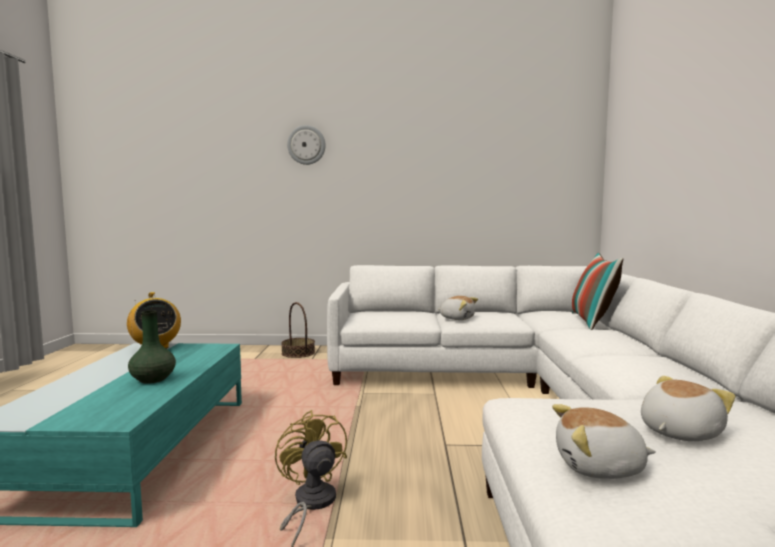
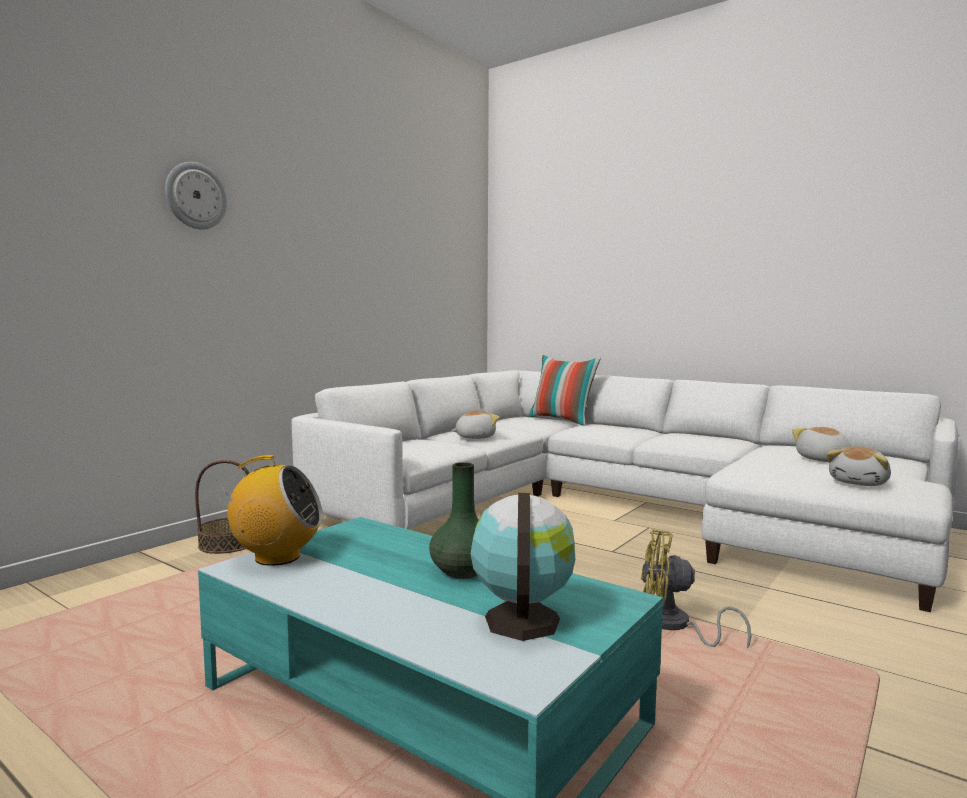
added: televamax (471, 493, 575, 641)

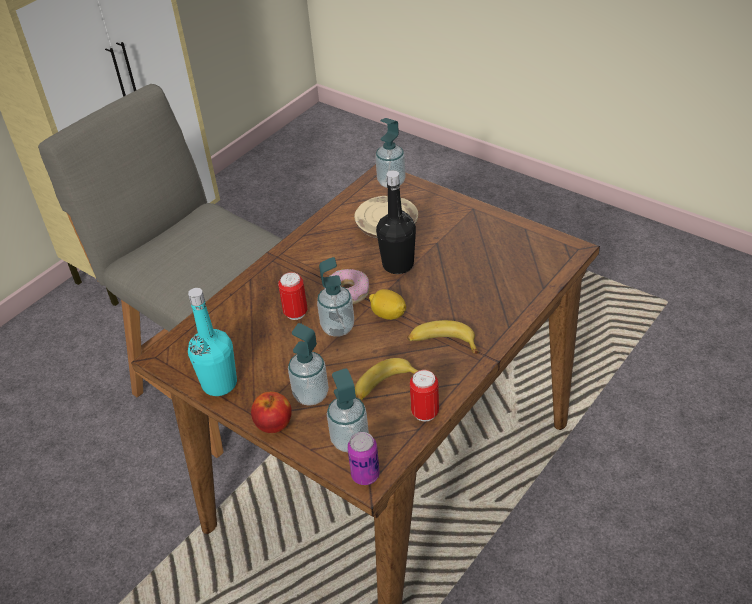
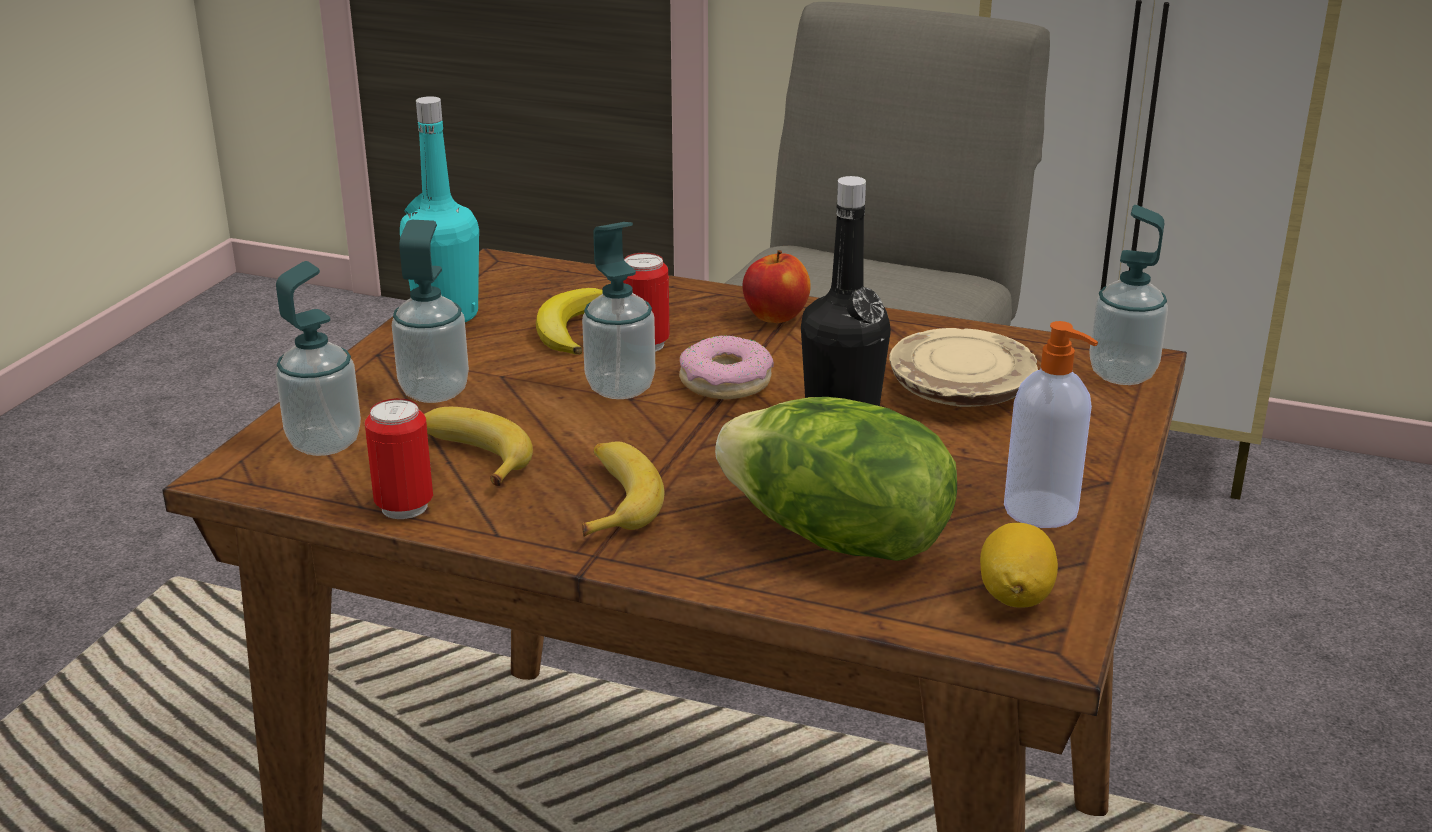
removed: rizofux (347, 432, 380, 485)
added: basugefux (536, 288, 603, 355); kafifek (1004, 321, 1098, 528); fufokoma (715, 397, 957, 561)
moved: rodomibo (369, 289, 406, 320) to (980, 523, 1058, 608); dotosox (251, 392, 292, 433) to (742, 250, 811, 323)

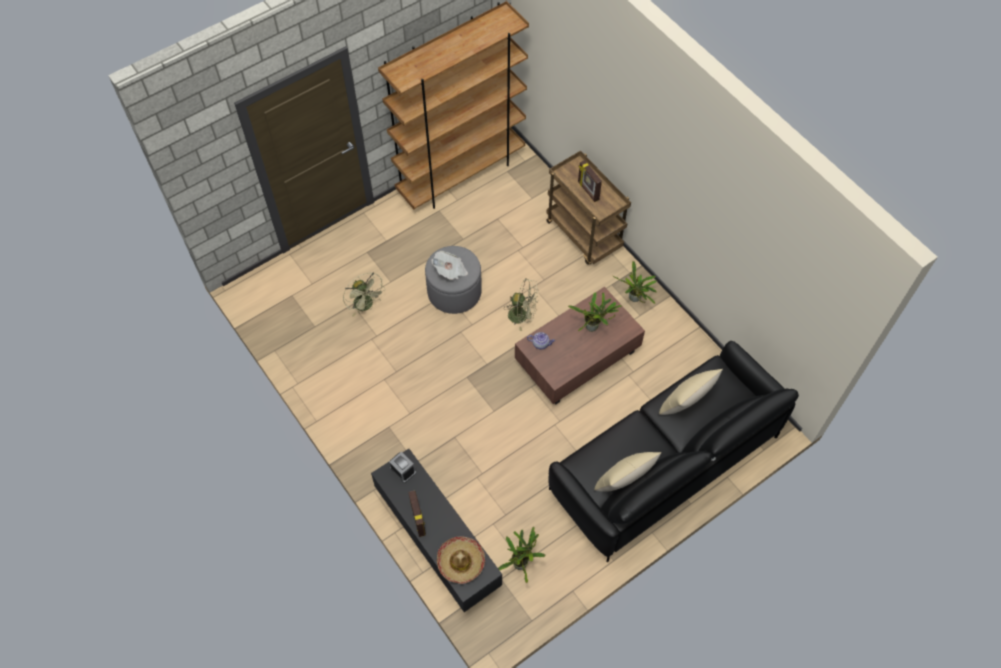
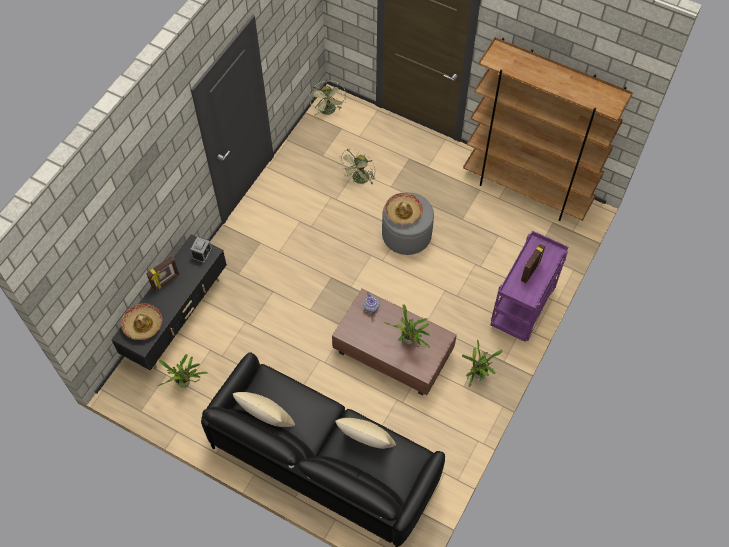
moved: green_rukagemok (505, 279, 538, 331) to (309, 81, 346, 116)
replaced: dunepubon (431, 251, 468, 280) to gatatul (385, 193, 423, 225)
recoloured: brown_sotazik (546, 151, 631, 265) to purple_sotazik (490, 231, 568, 342)

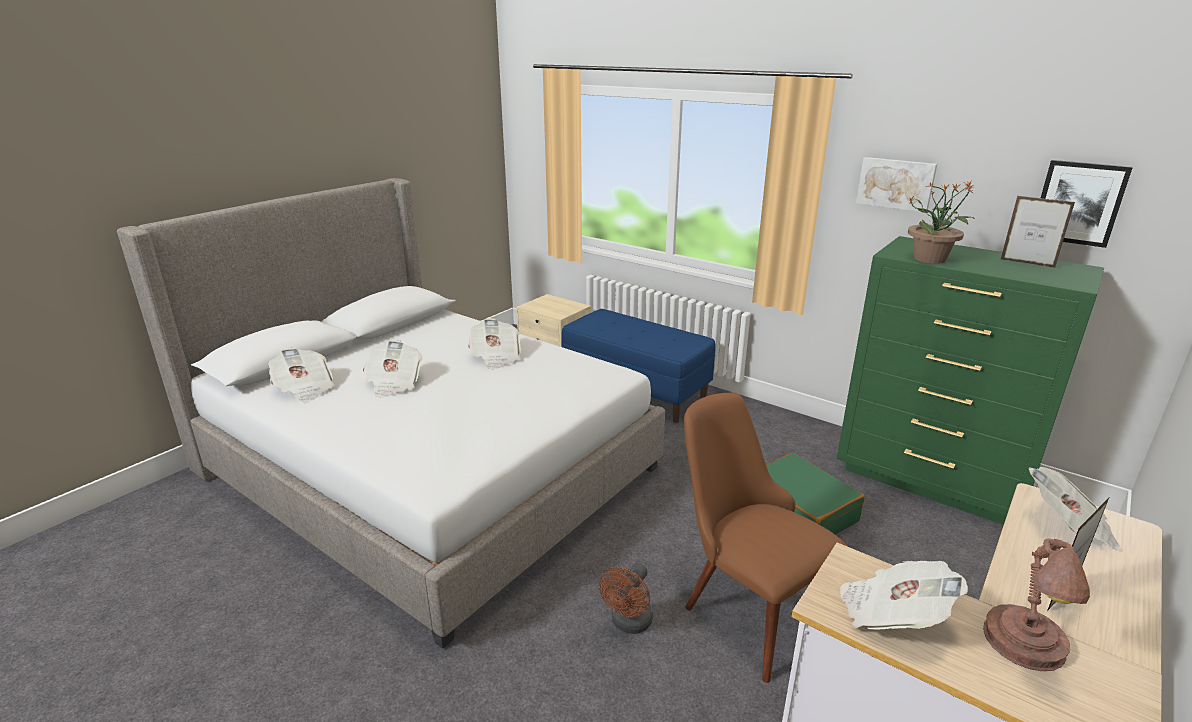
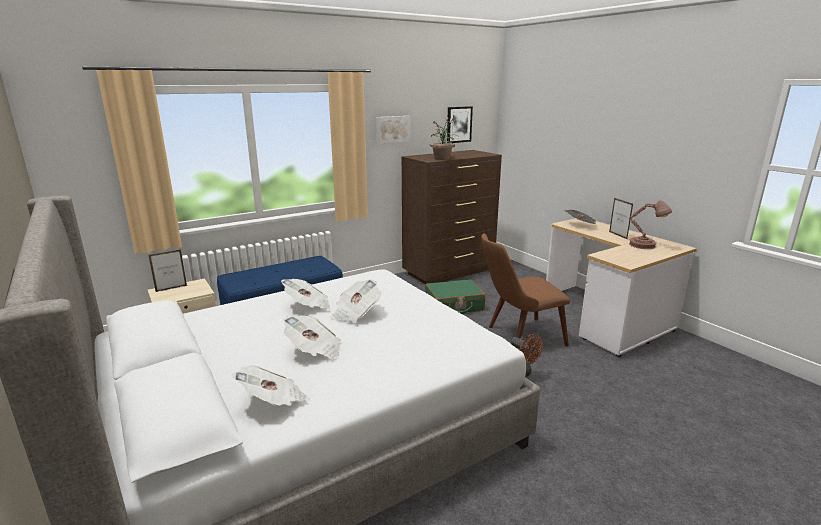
moved: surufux (1001, 196, 1075, 268) to (148, 249, 187, 292); dunepubon (839, 561, 968, 630) to (331, 280, 381, 322)
recoloured: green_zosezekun (836, 236, 1104, 525) to brown_zosezekun (402, 150, 502, 284)

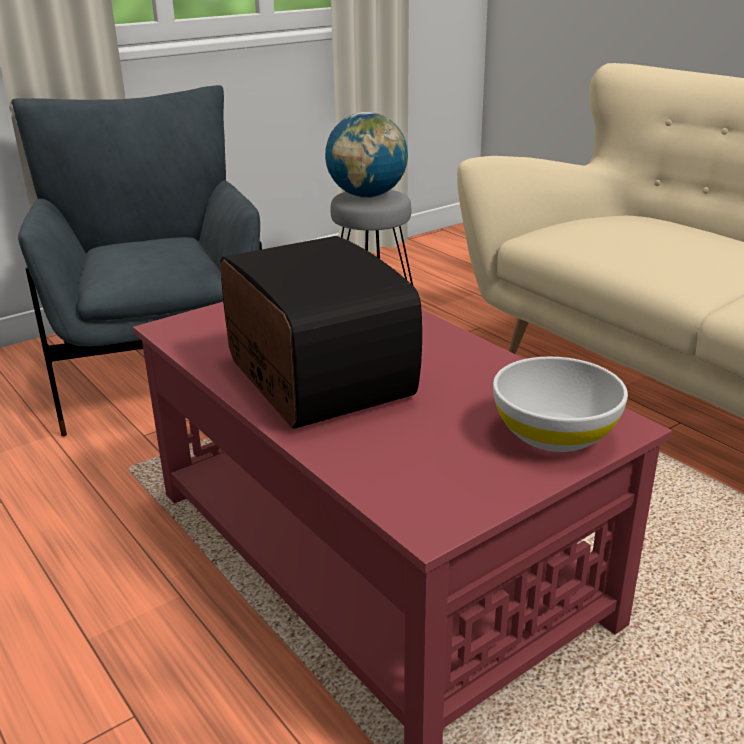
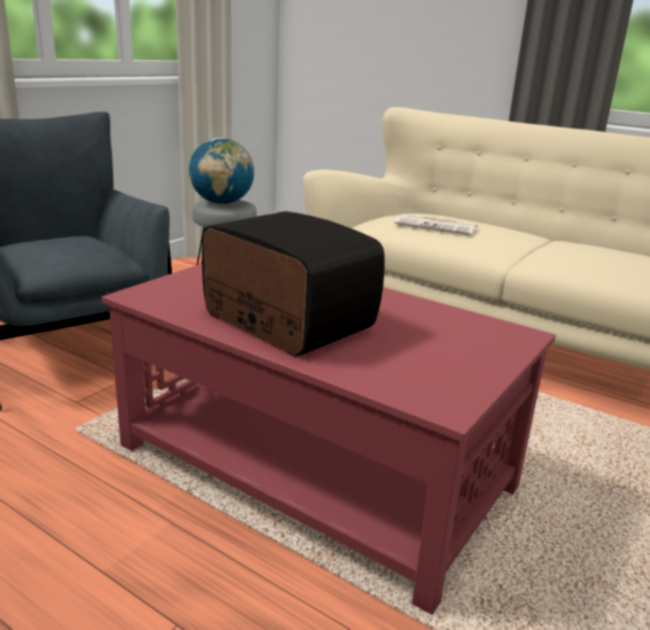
removed: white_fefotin (493, 357, 628, 452)
added: dunepubon (395, 214, 478, 235)

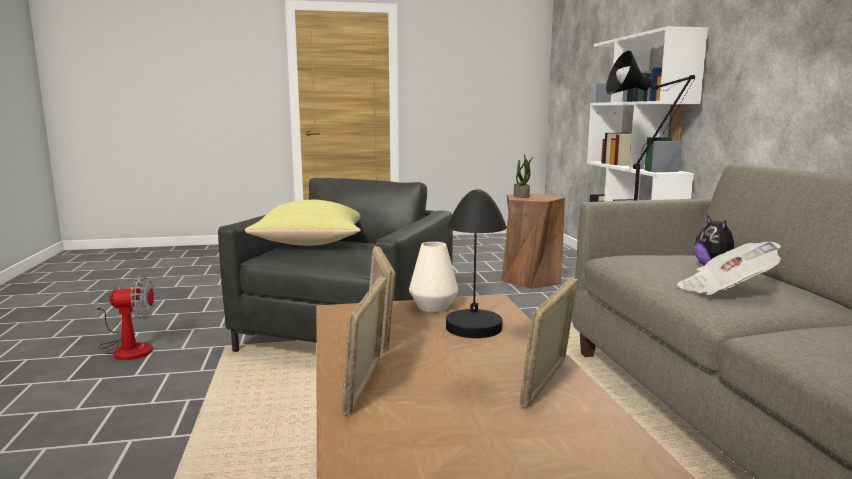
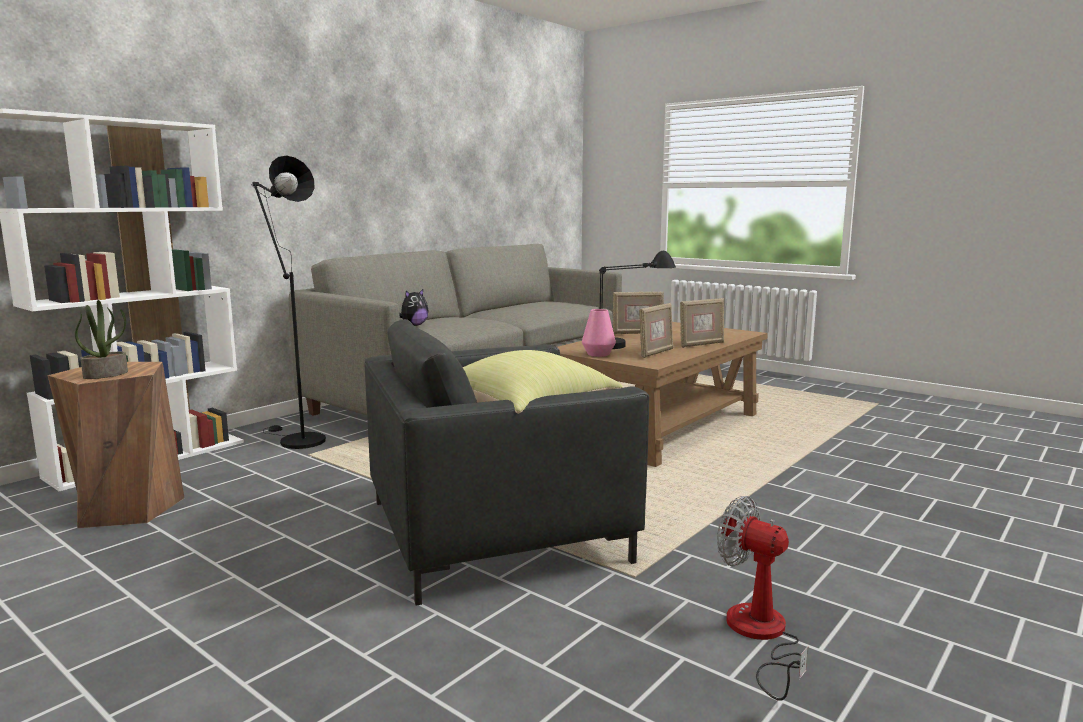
removed: dunepubon (677, 242, 782, 295)
recoloured: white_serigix (409, 242, 458, 312) to pink_serigix (582, 309, 616, 357)

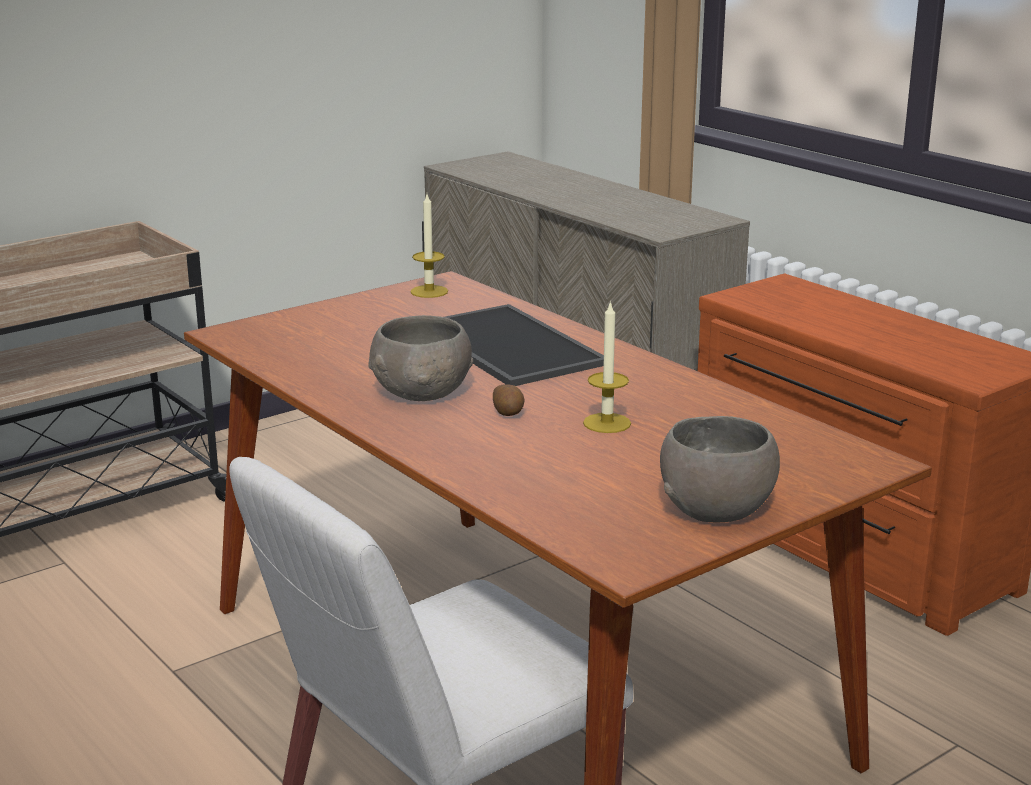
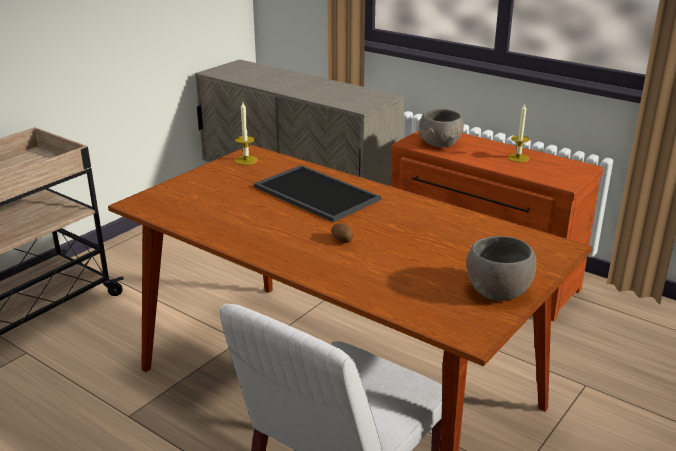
moved: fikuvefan (583, 301, 631, 433) to (507, 104, 530, 162); grey_fefotin (368, 315, 473, 401) to (419, 109, 464, 148)

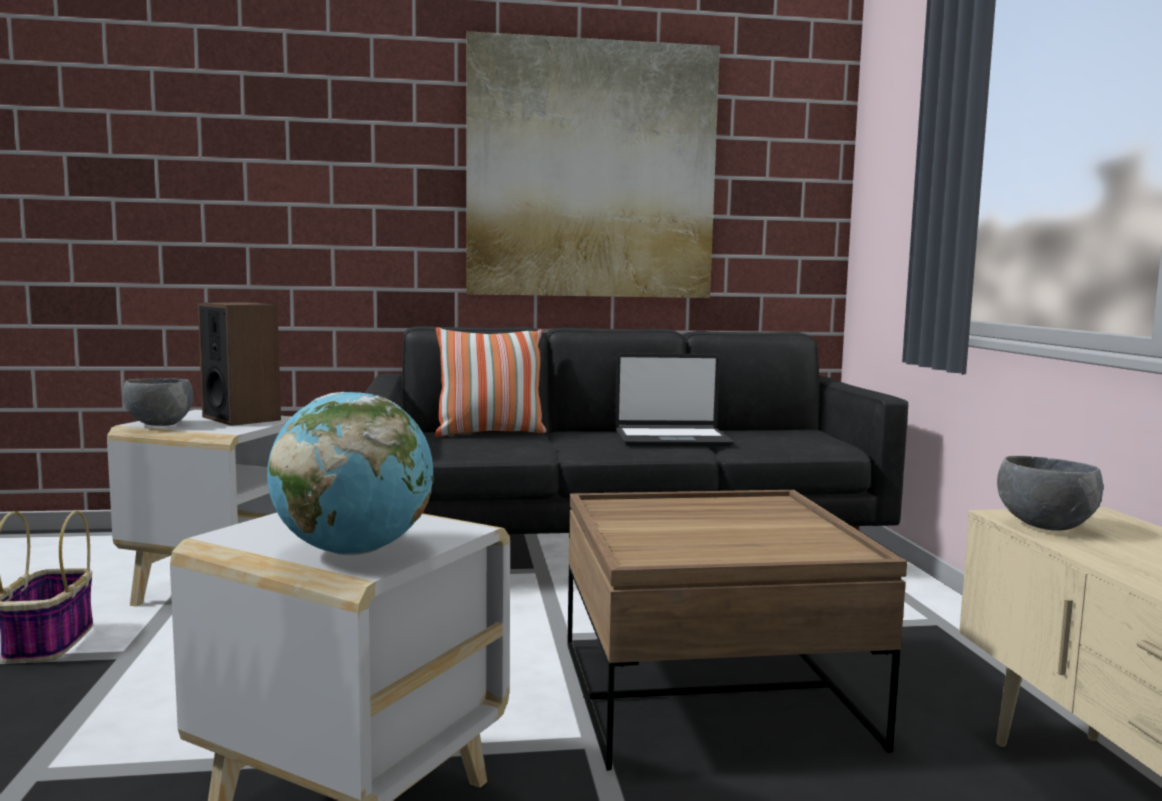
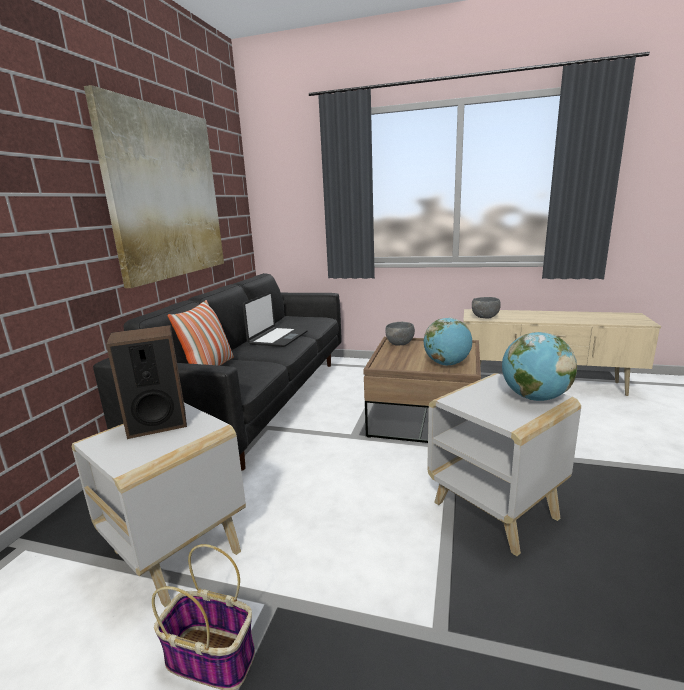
added: televamax (424, 317, 472, 366)
moved: grey_fefotin (122, 378, 193, 426) to (385, 322, 415, 346)

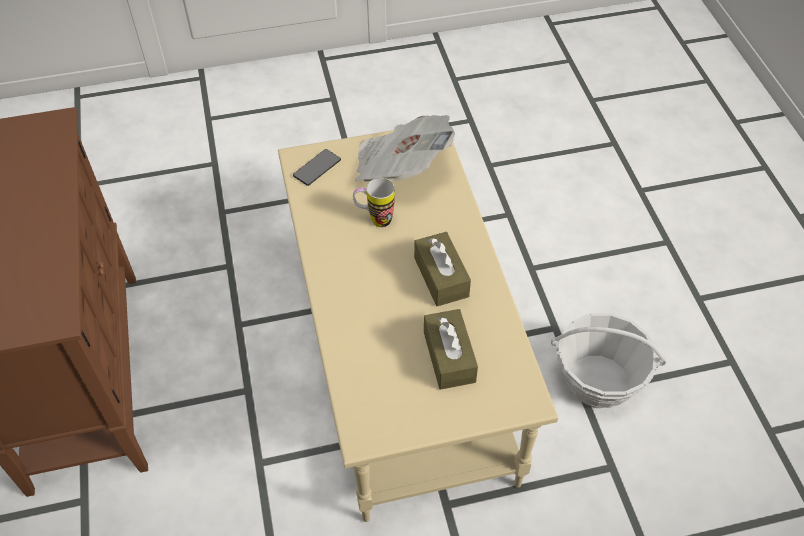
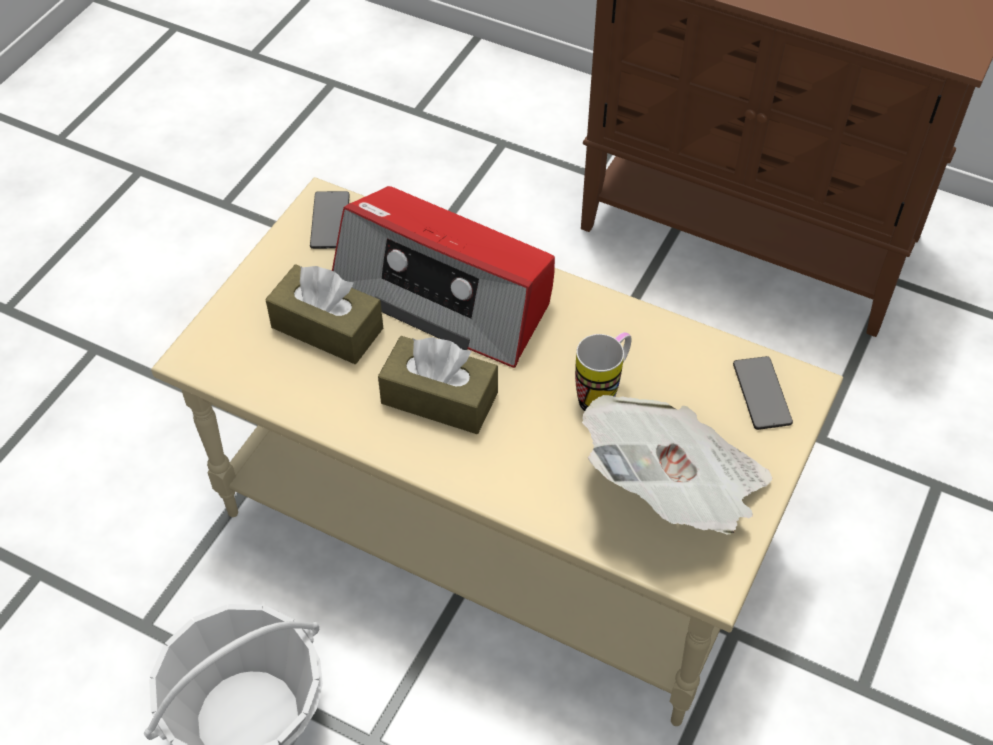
added: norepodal (332, 186, 555, 368); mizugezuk (310, 191, 350, 249)

